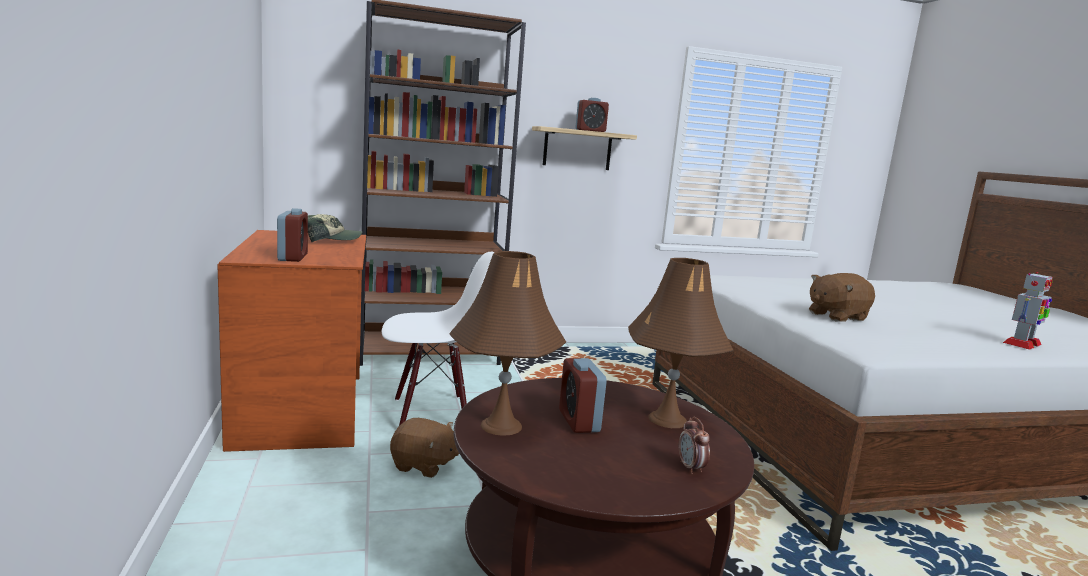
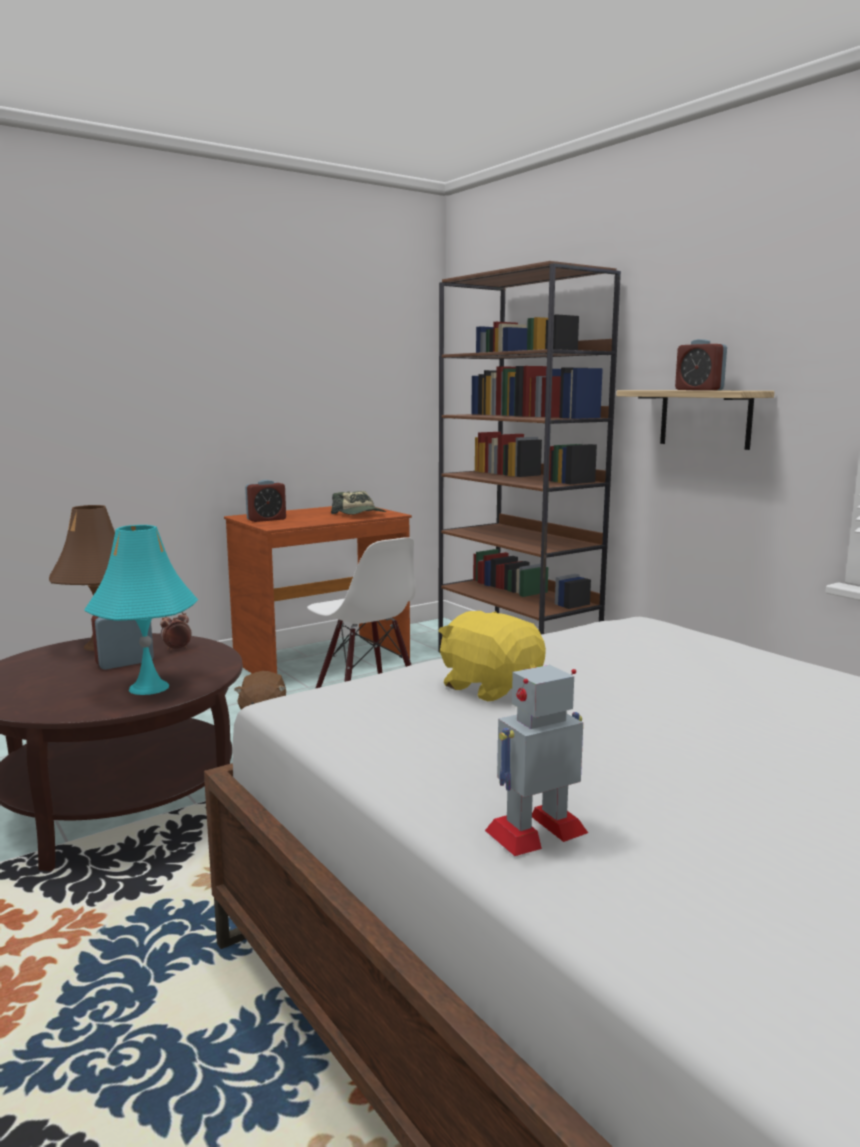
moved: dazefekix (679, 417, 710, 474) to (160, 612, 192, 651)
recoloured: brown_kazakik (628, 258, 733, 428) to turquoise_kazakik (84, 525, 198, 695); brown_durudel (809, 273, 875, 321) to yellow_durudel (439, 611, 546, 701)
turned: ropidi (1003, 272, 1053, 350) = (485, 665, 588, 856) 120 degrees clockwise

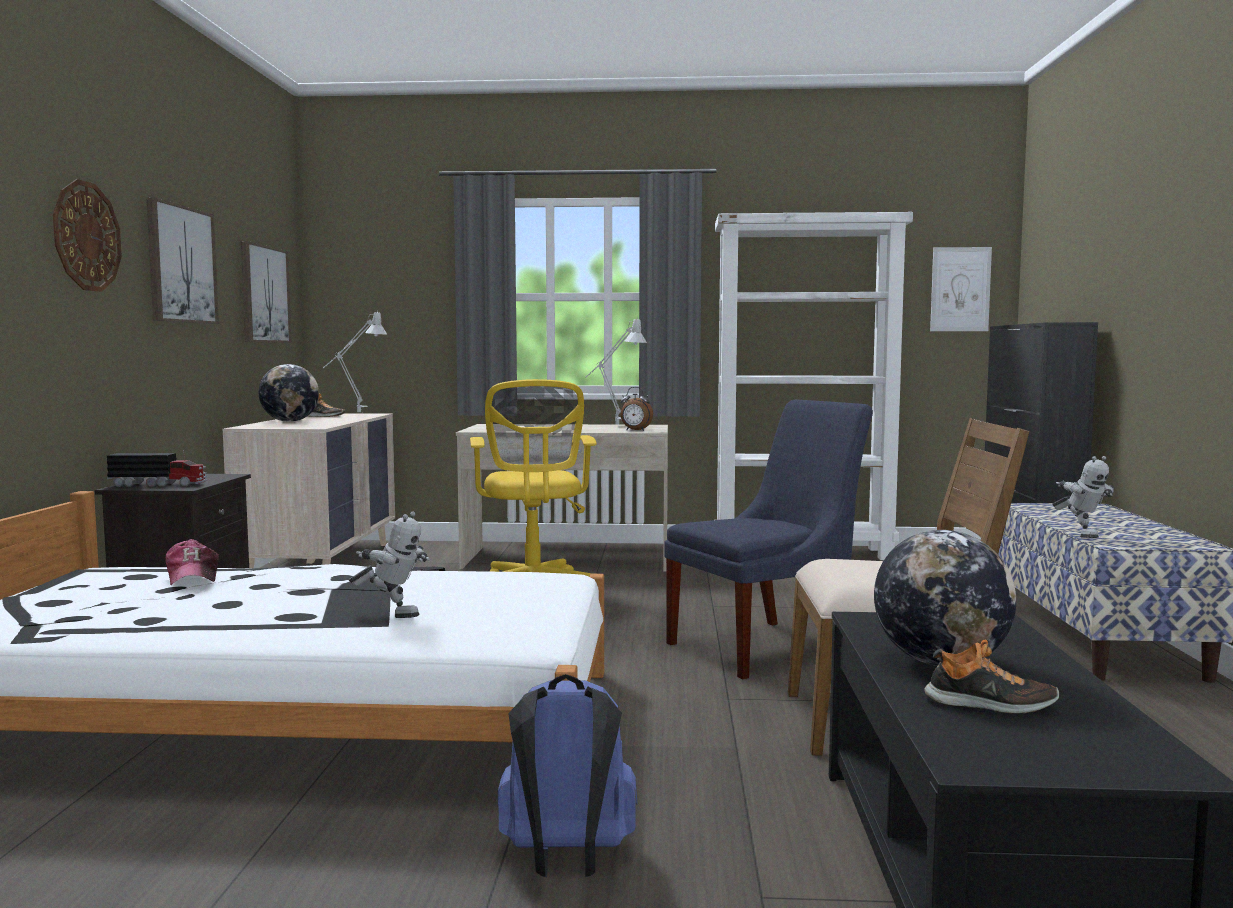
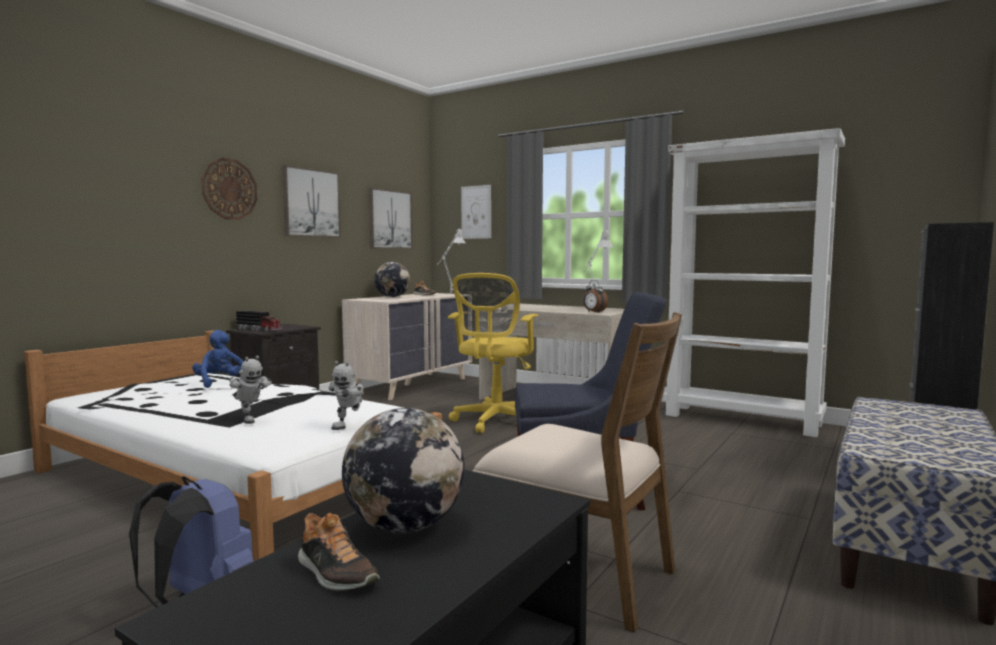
moved: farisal (930, 247, 992, 331) to (461, 185, 491, 239); ropidi (1052, 456, 1114, 538) to (329, 361, 364, 430)
replaced: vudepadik (166, 539, 219, 585) to blue_durudel (192, 330, 244, 388)

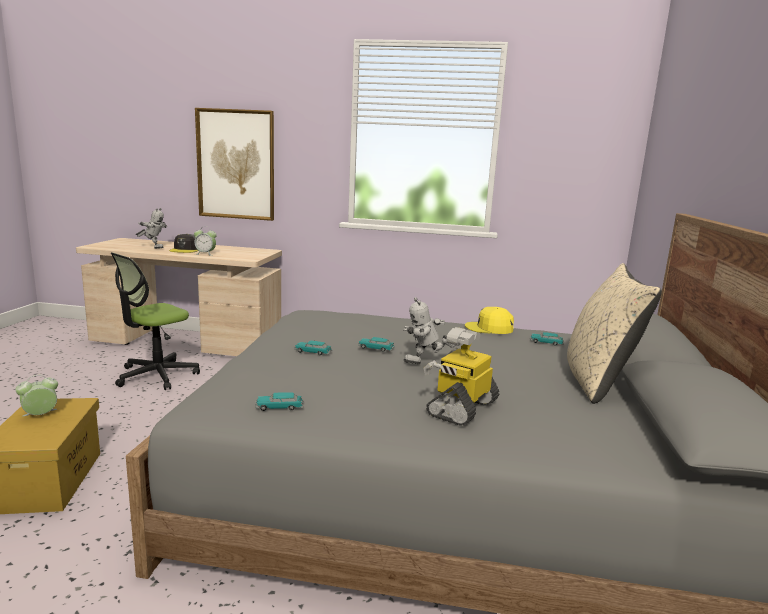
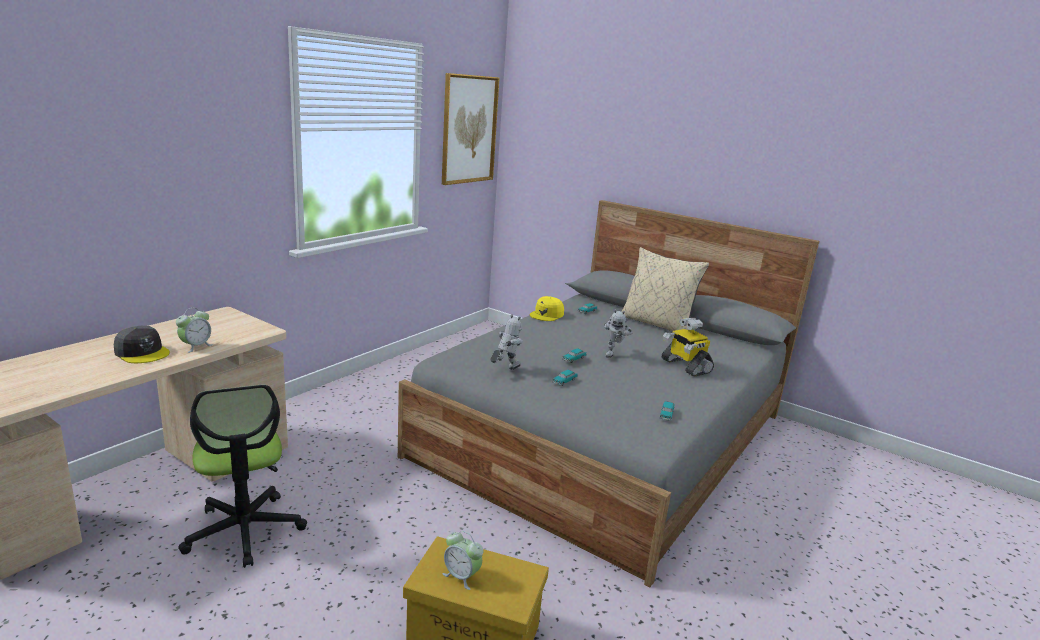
moved: farisal (195, 108, 274, 221) to (442, 73, 500, 185); ropidi (136, 208, 167, 249) to (490, 314, 523, 370)
turned: dazefekix (15, 375, 58, 416) = (443, 531, 483, 590) 45 degrees counterclockwise

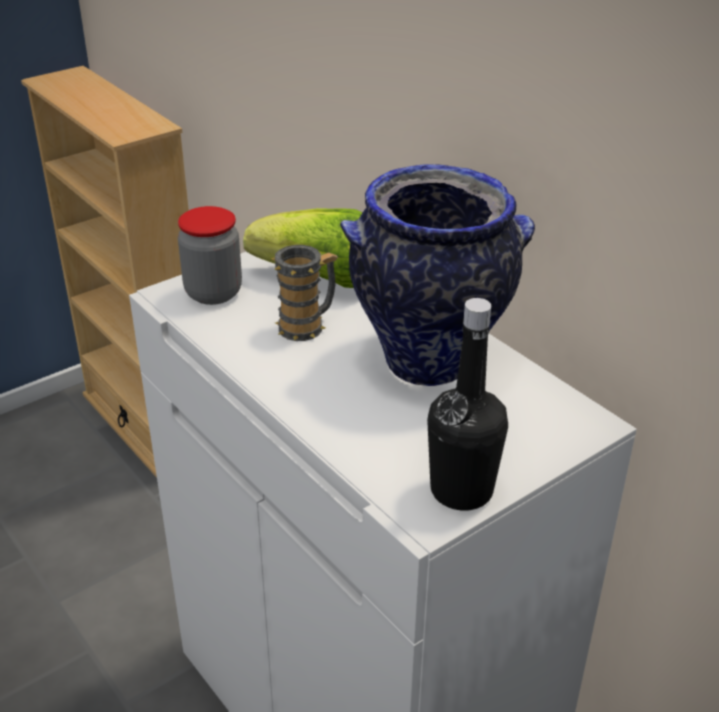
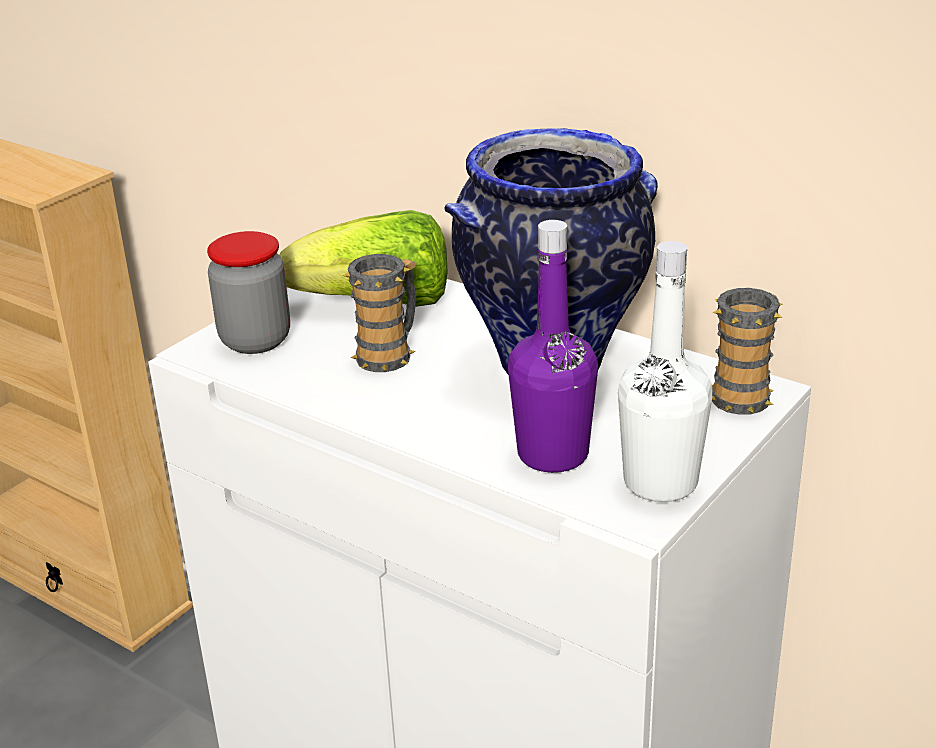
added: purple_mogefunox (508, 220, 598, 473); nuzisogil (712, 288, 782, 415)
recoloured: black_mogefunox (427, 298, 508, 511) to white_mogefunox (618, 241, 712, 502)

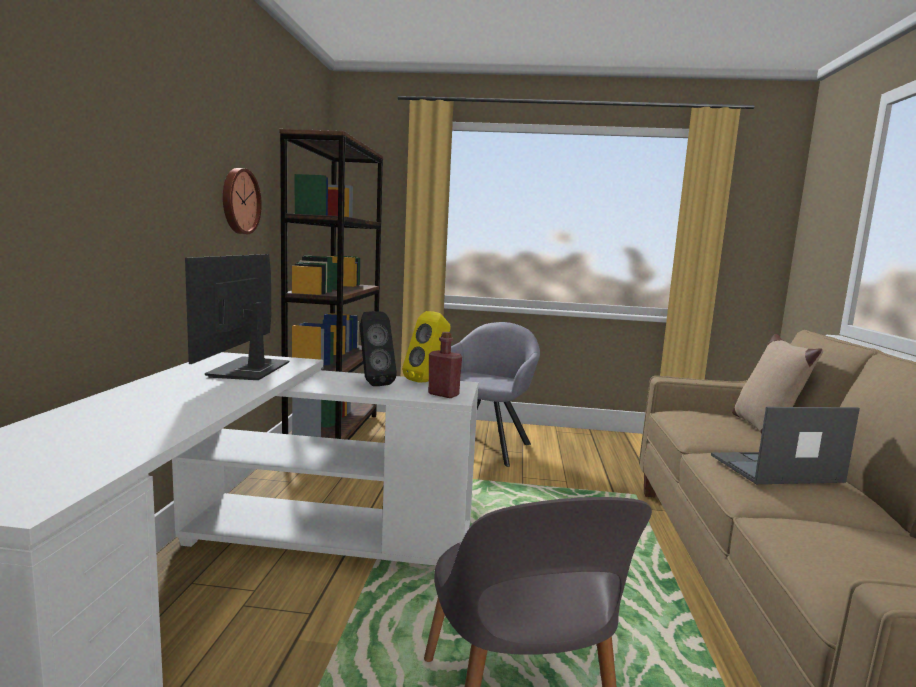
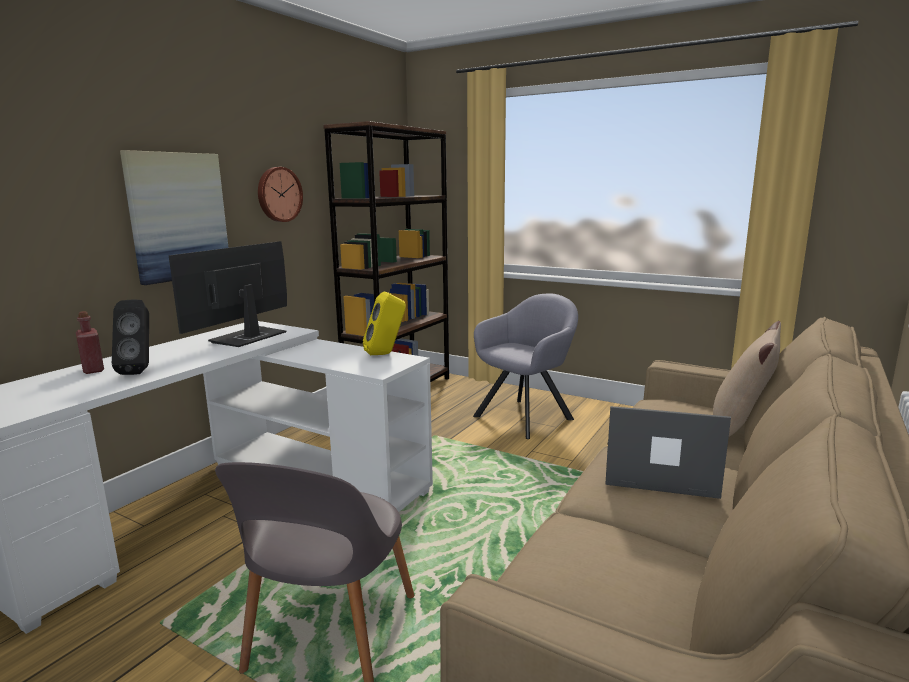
added: farisal (120, 150, 228, 285)
moved: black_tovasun (360, 311, 397, 386) to (112, 300, 149, 375); red_mogefunox (428, 332, 462, 398) to (76, 311, 104, 374)

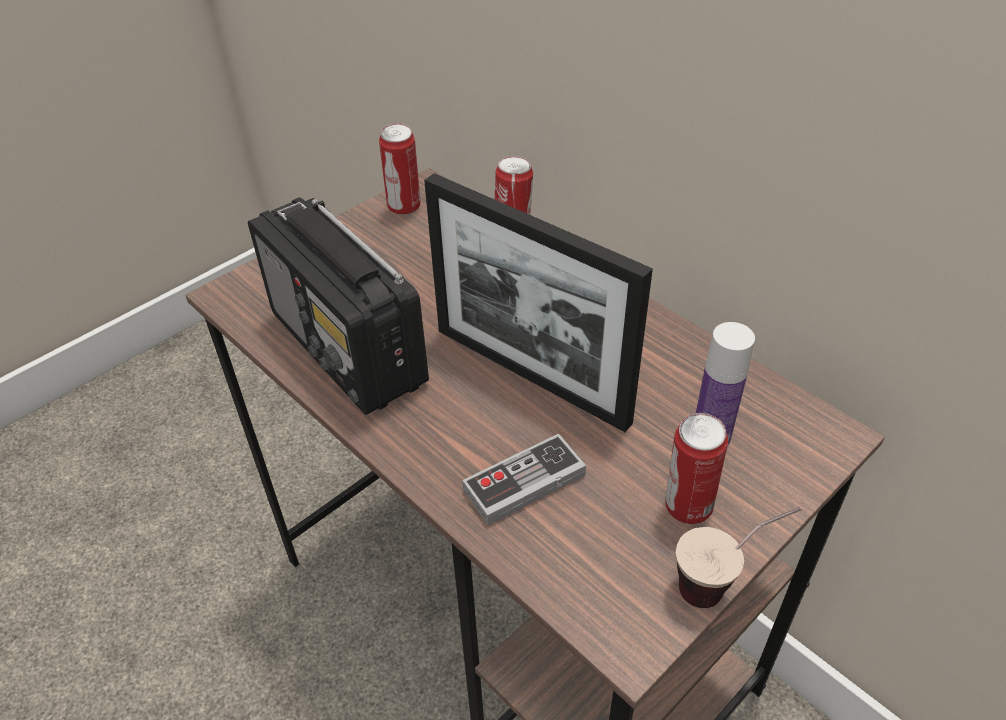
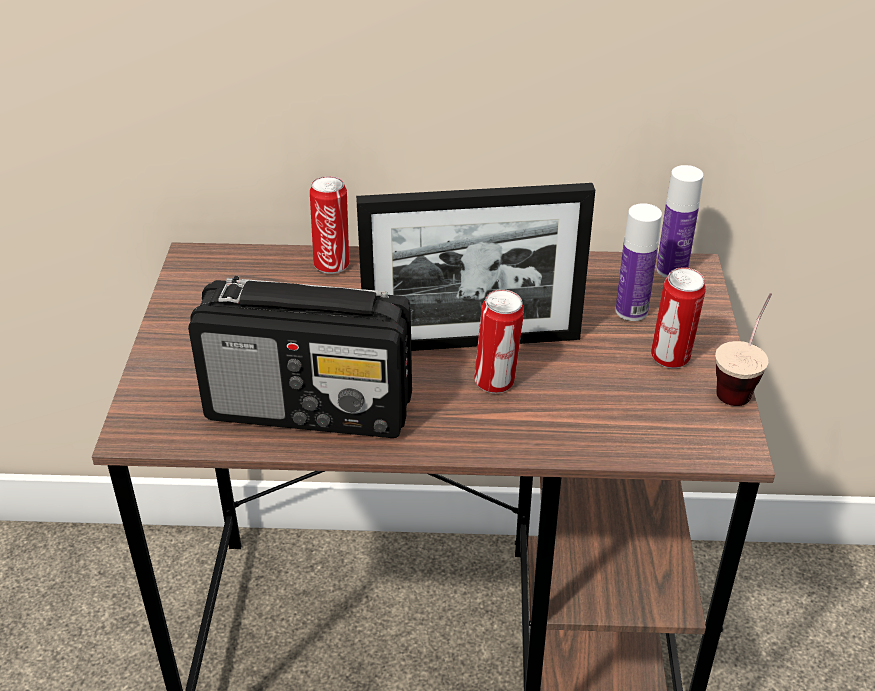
removed: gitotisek (462, 434, 586, 525)
added: mogefunox (656, 165, 703, 278)
moved: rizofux (379, 124, 421, 215) to (474, 289, 524, 393)

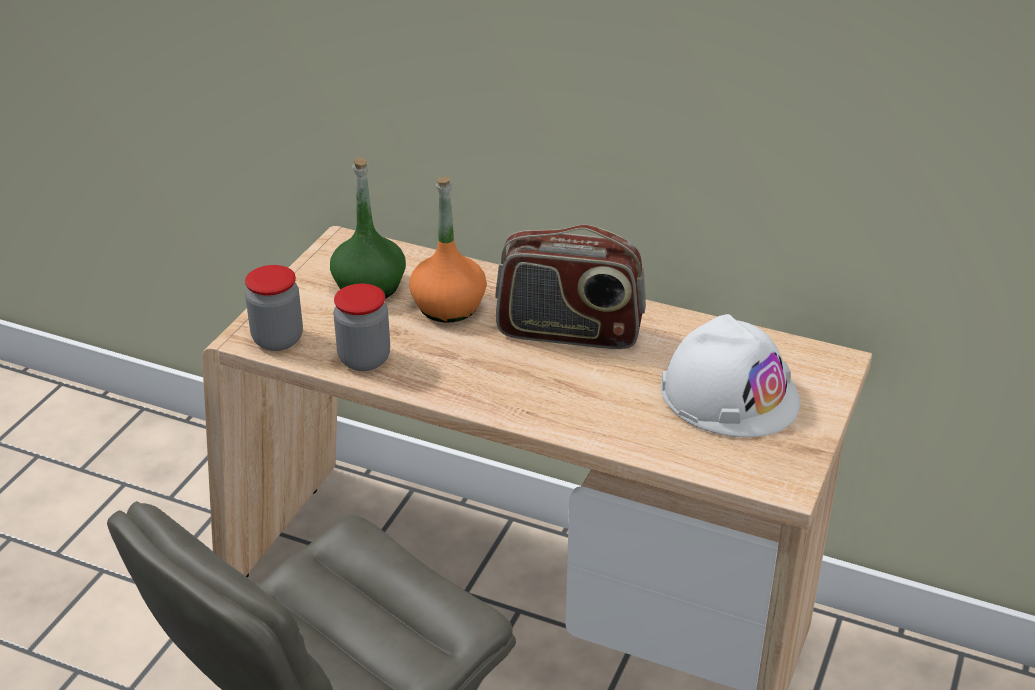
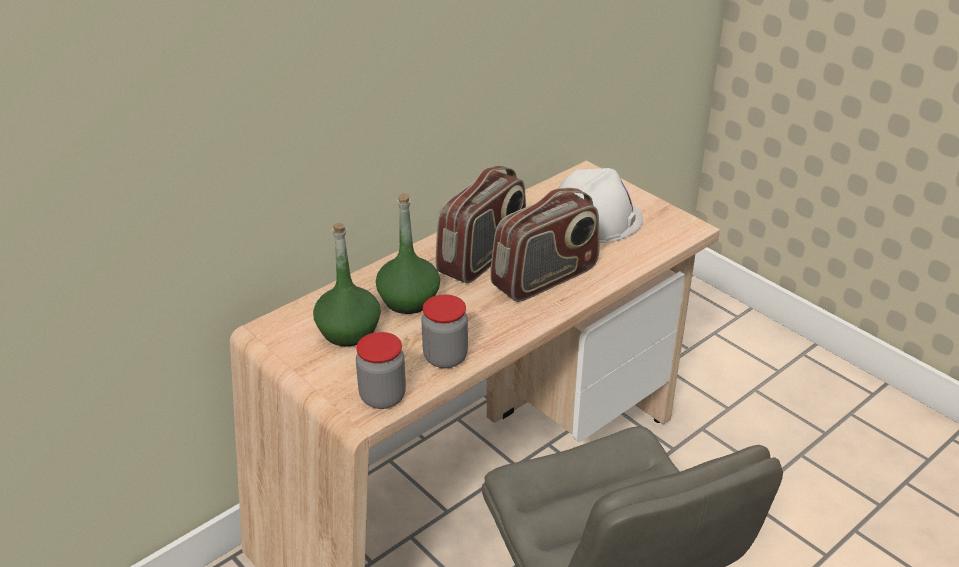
added: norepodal (490, 188, 600, 302)
recoloured: orange_mogefunox (409, 176, 487, 323) to green_mogefunox (376, 193, 440, 314)

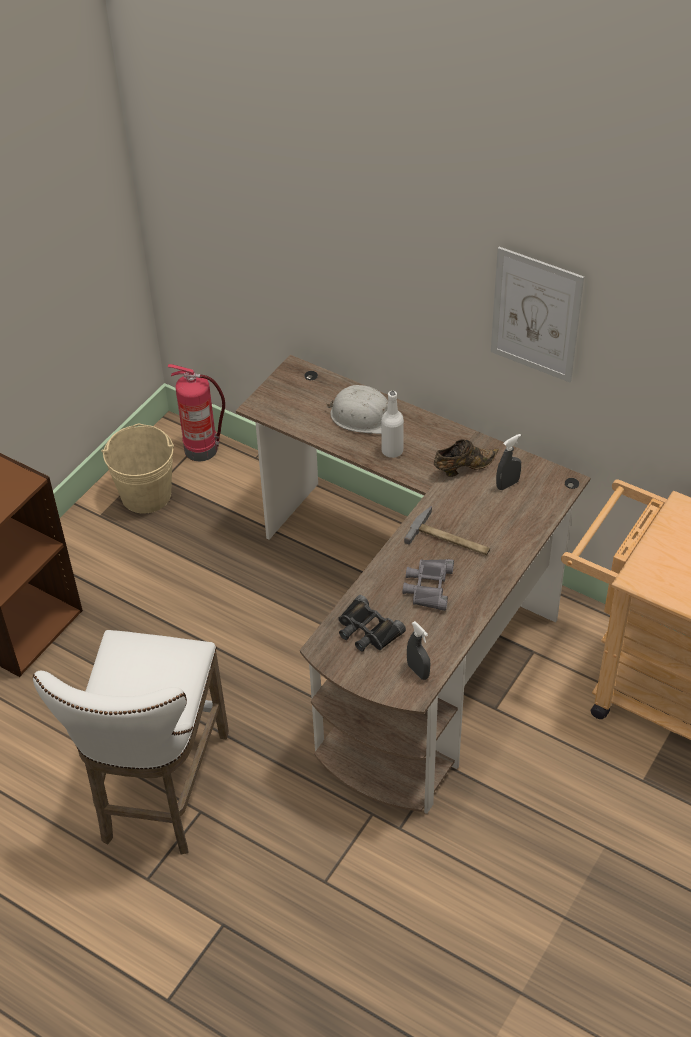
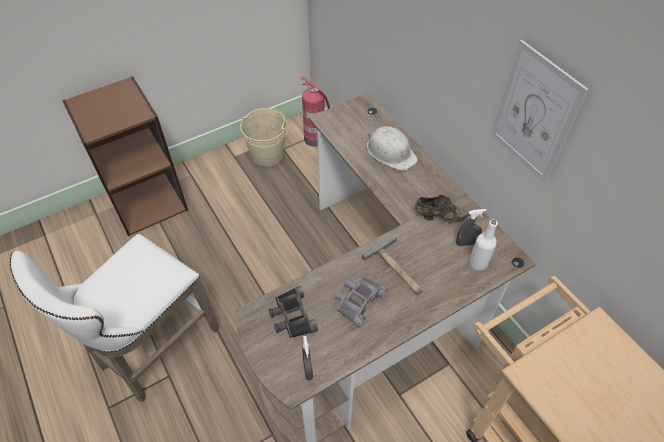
moved: white_mogefunox (381, 391, 404, 458) to (469, 219, 498, 270)

